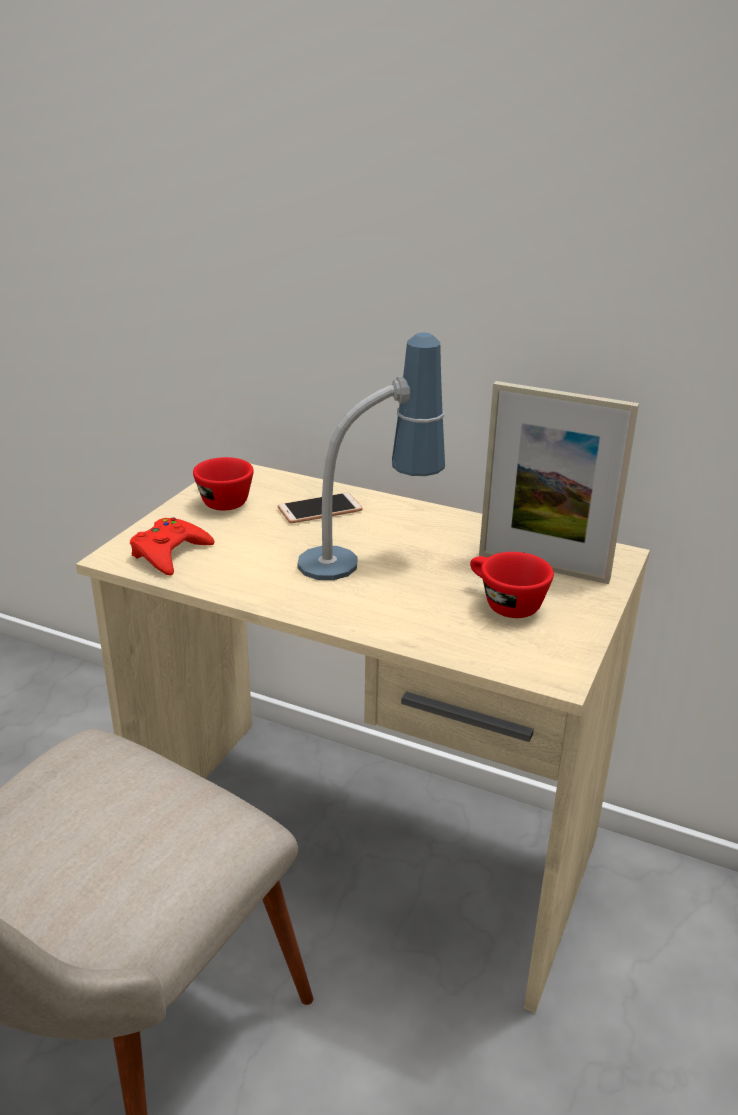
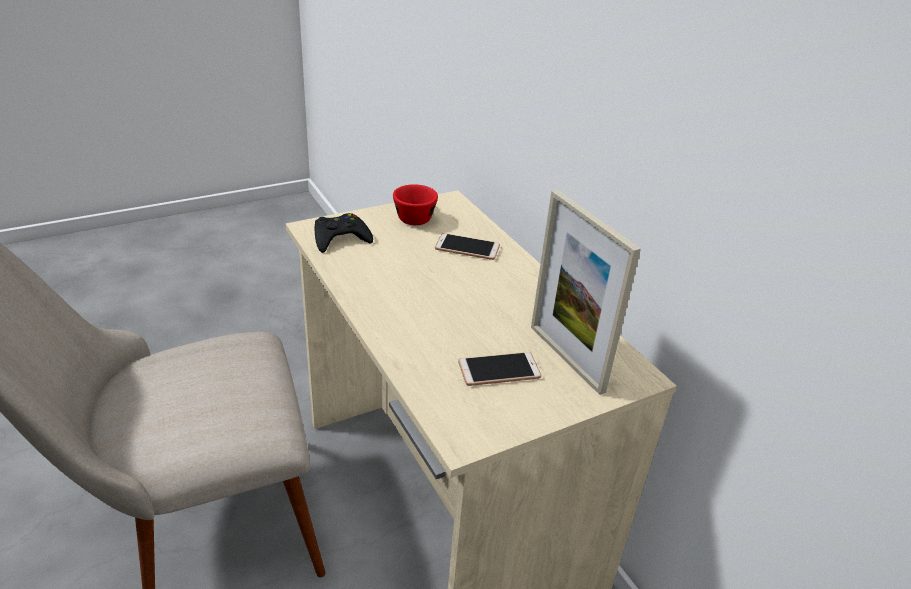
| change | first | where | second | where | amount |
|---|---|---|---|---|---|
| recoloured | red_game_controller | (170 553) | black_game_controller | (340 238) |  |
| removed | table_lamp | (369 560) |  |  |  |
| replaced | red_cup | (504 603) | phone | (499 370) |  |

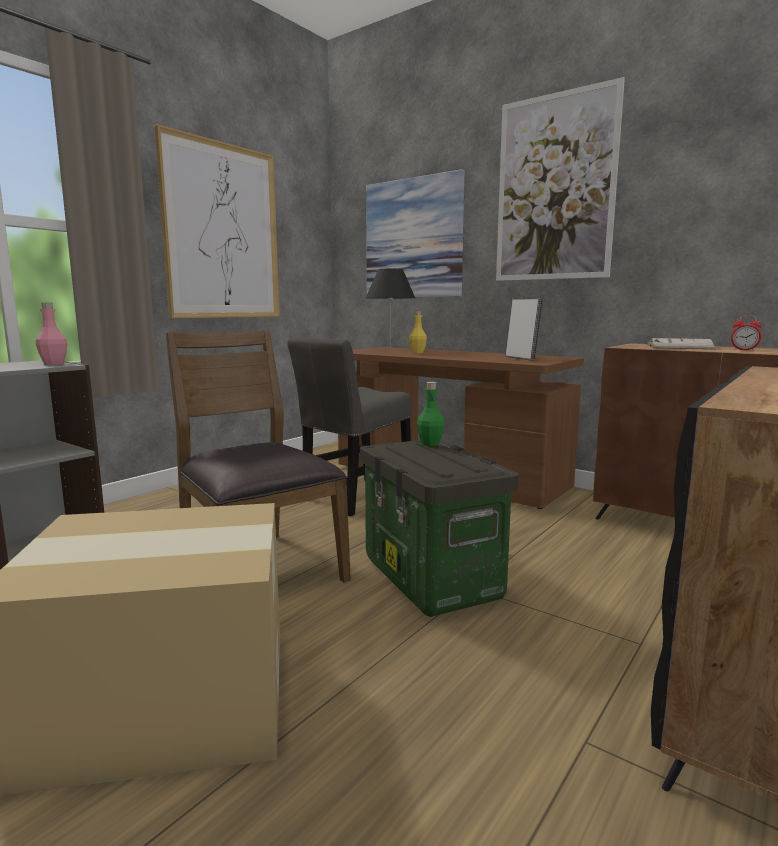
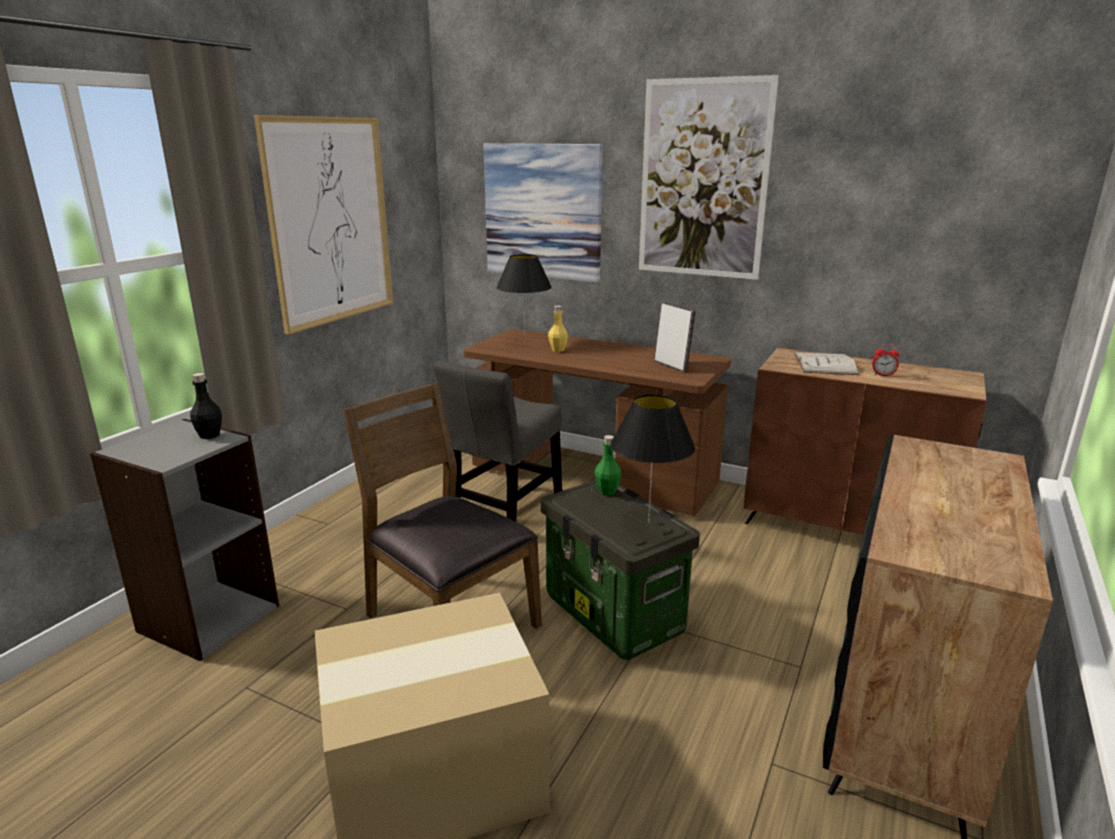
| change | first | where | second | where | amount |
|---|---|---|---|---|---|
| recoloured | pink_bottle | (54 363) | black_bottle | (209 435) |  |
| added |  |  | black_table_lamp | (649 522) |  |

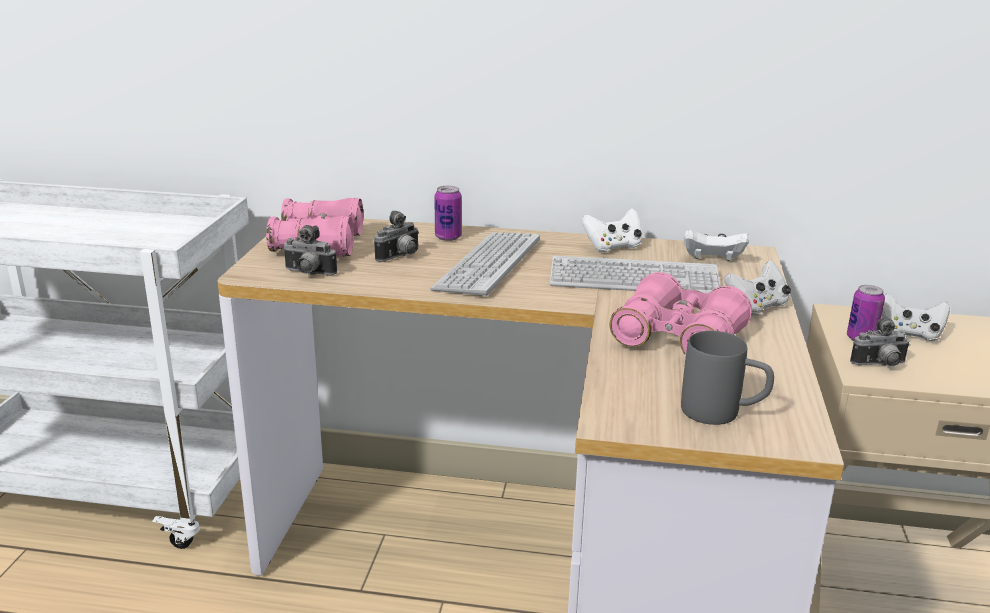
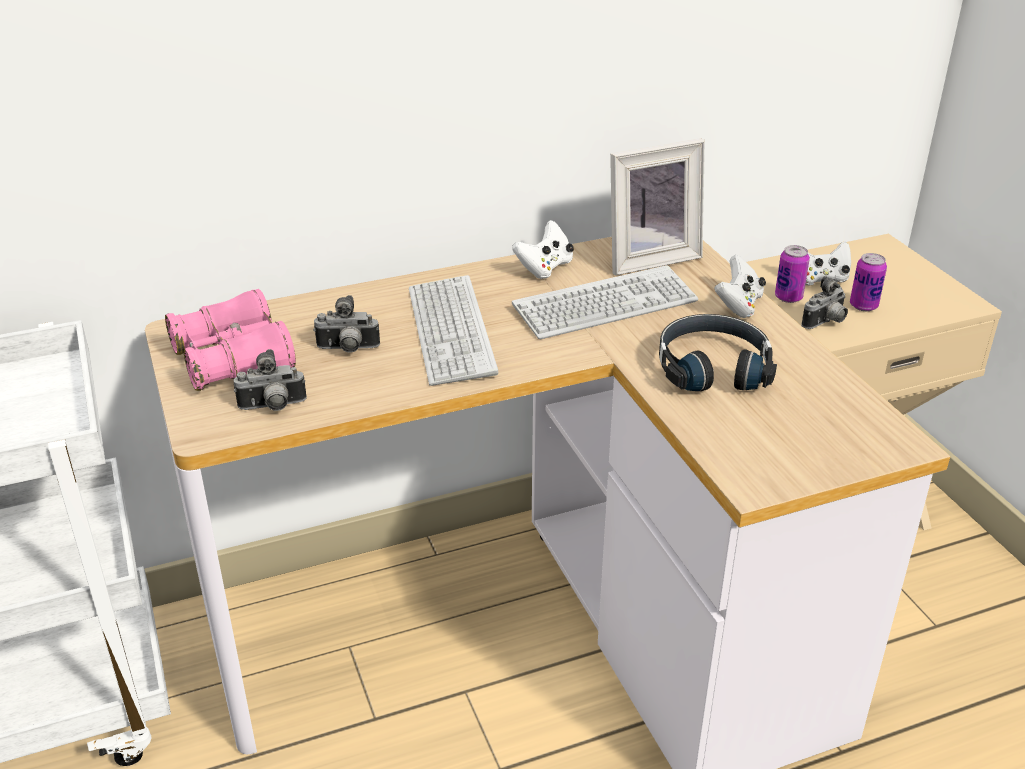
| change | first | where | second | where | amount |
|---|---|---|---|---|---|
| turned | photo_camera | (400 257) |  | (347 350) | 75 degrees clockwise |
| moved | can | (448 237) |  | (863 306) |  |
| replaced | pink_binoculars | (678 339) | black_headphones | (712 367) |  |
| removed | grey_mug | (723 414) |  |  |  |
| replaced | white_game_controller | (712 260) | picture_frame | (649 258) |  |

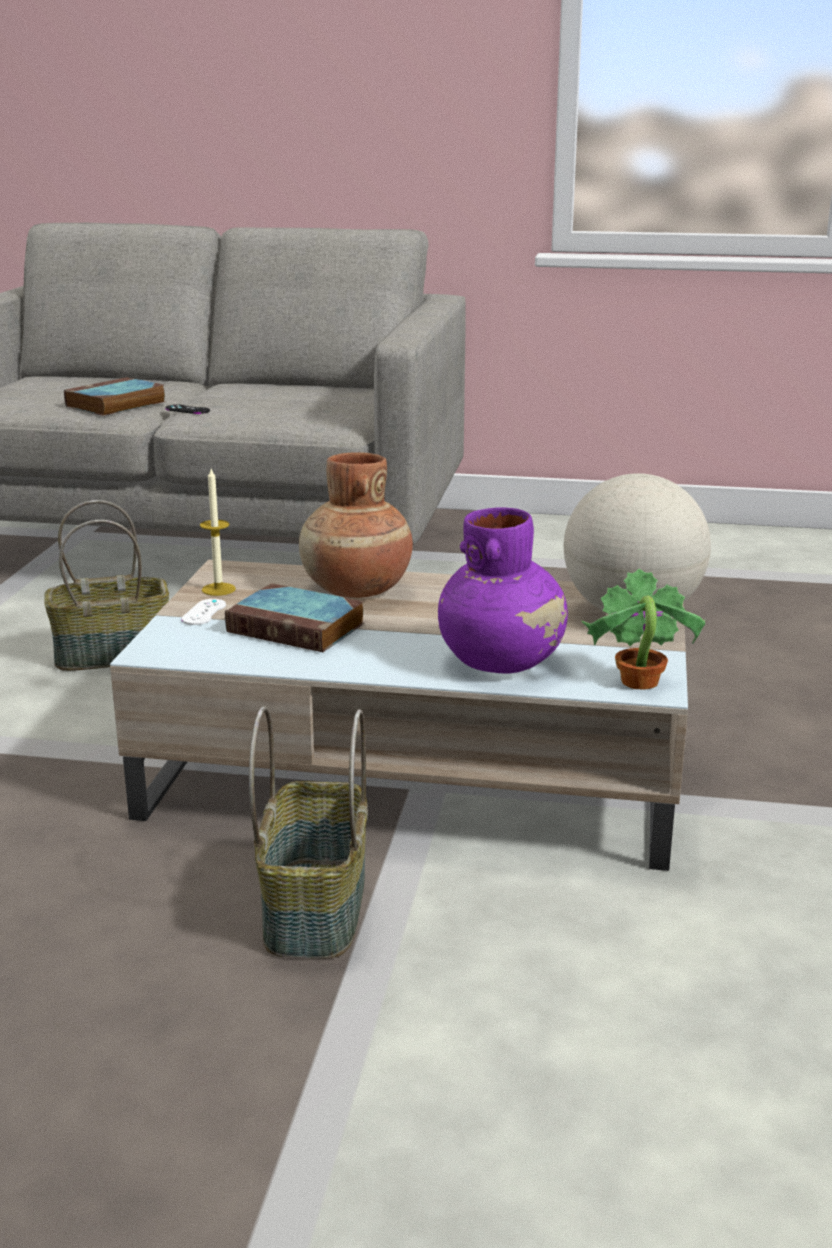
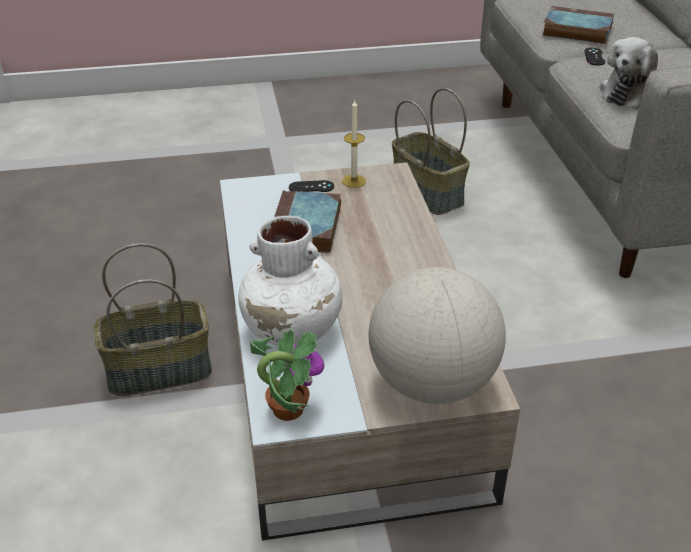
| change | first | where | second | where | amount |
|---|---|---|---|---|---|
| recoloured | white_game_controller | (204 612) | black_game_controller | (311 187) |  |
| removed | brown_vase | (356 590) |  |  |  |
| recoloured | purple_vase | (502 662) | white_vase | (292 330) |  |
| added |  |  | plush_toy | (630 92) |  |

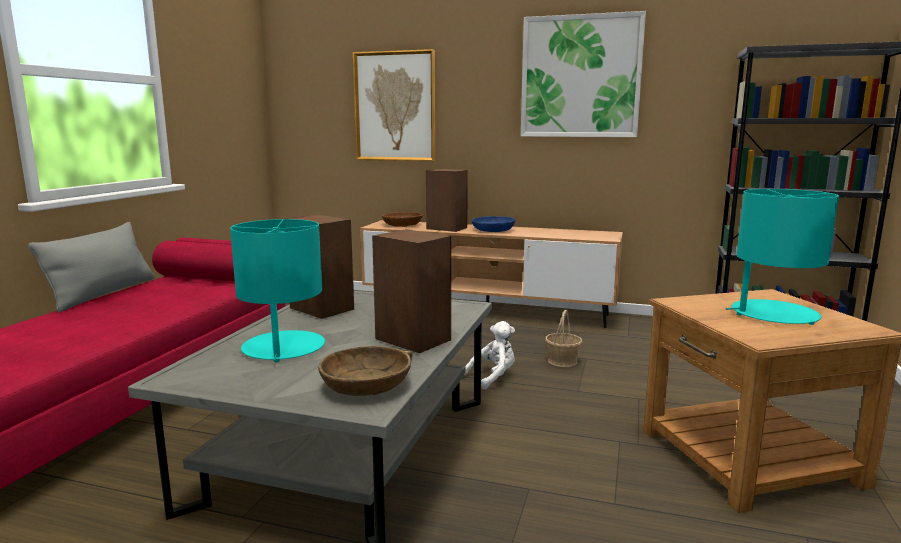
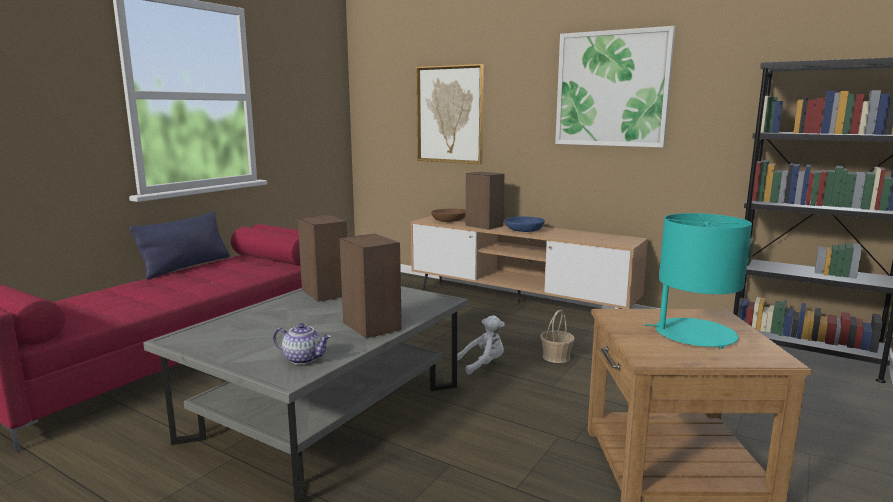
| change | first | where | second | where | amount |
|---|---|---|---|---|---|
| recoloured | grey_pillow | (103 294) | blue_pillow | (186 267) |  |
| removed | turquoise_table_lamp | (283 348) |  |  |  |
| replaced | brown_bowl | (366 383) | teapot | (304 359) |  |

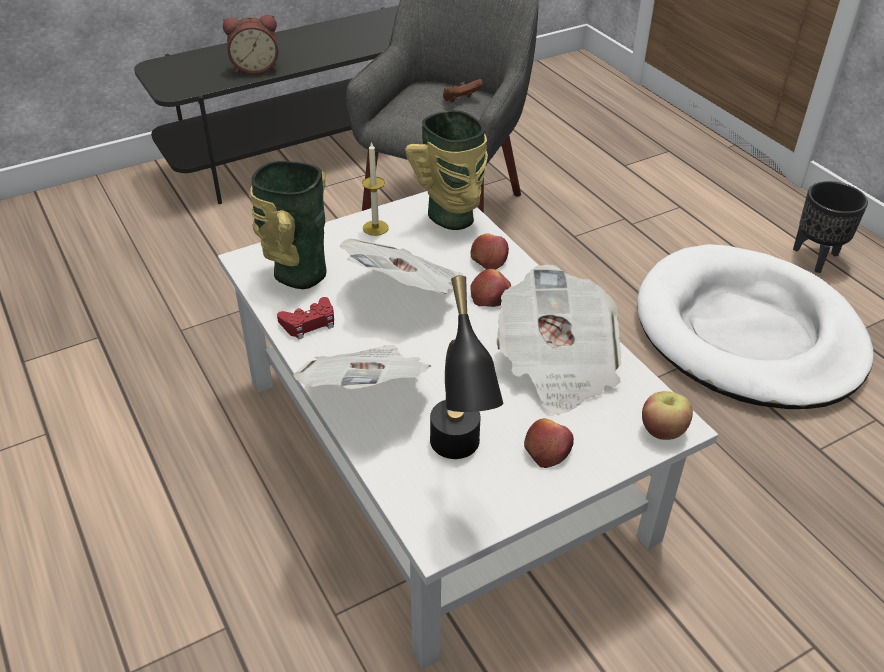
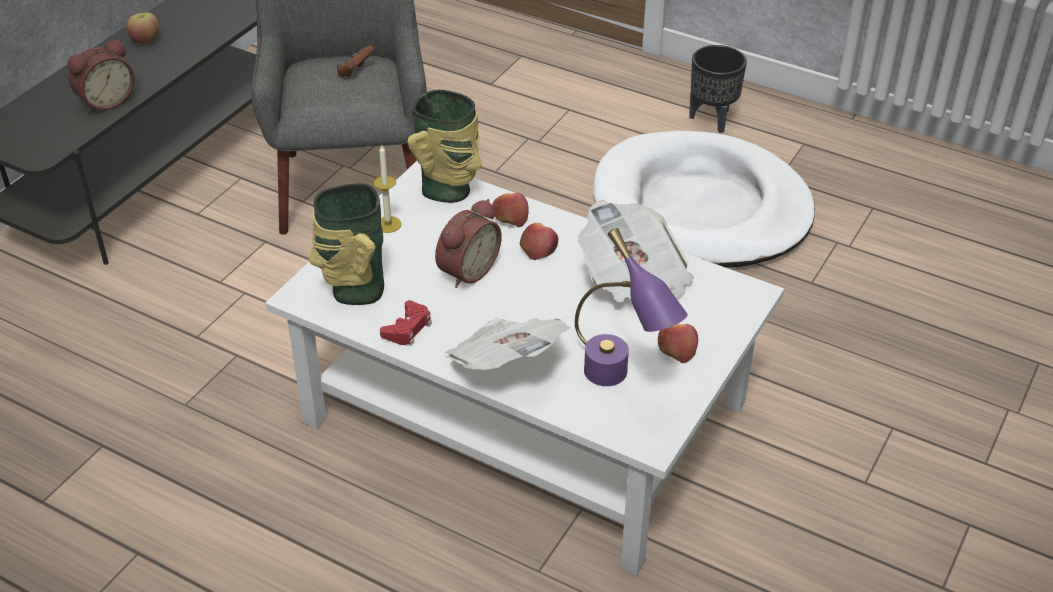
| change | first | where | second | where | amount |
|---|---|---|---|---|---|
| replaced | newspaper | (406 291) | alarm_clock | (466 270) |  |
| recoloured | black_table_lamp | (458 459) | purple_table_lamp | (620 383) |  |
| moved | apple | (663 430) |  | (145 40) |  |

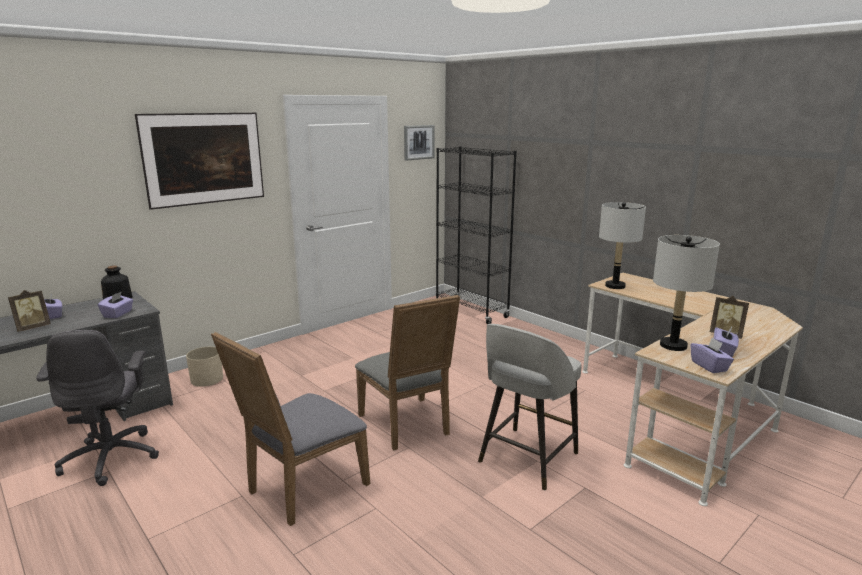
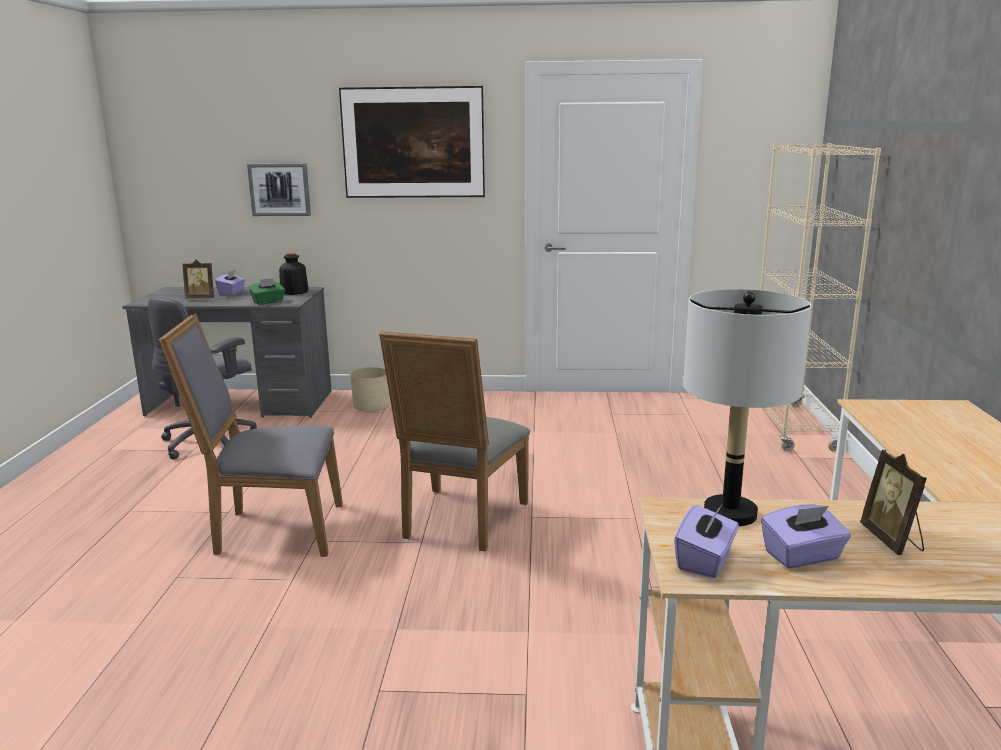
| change | first | where | second | where | amount |
|---|---|---|---|---|---|
| recoloured | purple_tissue_box | (118 314) | green_tissue_box | (268 302) |  |
| moved | picture | (418 142) |  | (279 189) |  |
| recoloured | black_bookcase | (471 311) | beige_bookcase | (792 427) |  |
| removed | grey_stool | (526 459) |  |  |  |
| removed | grey_table_lamp | (615 286) |  |  |  |

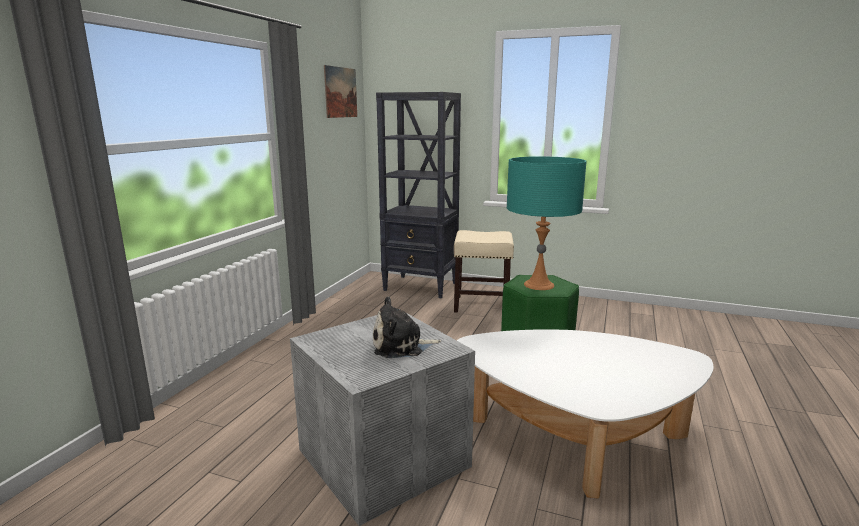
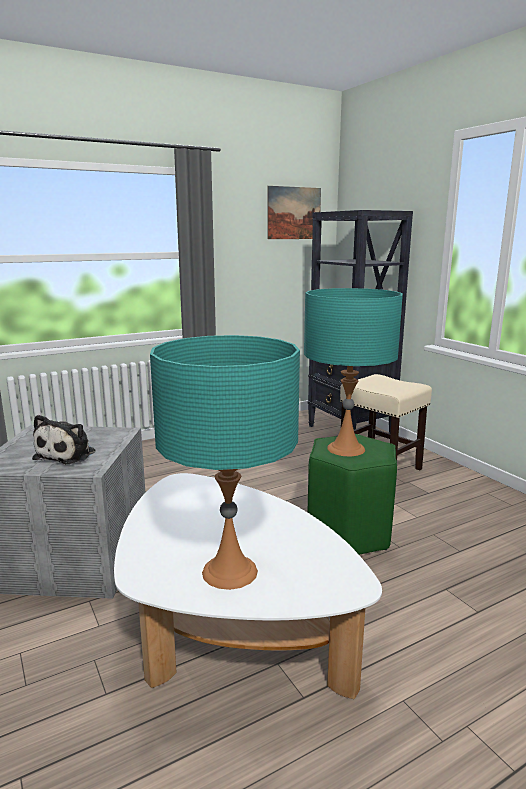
| change | first | where | second | where | amount |
|---|---|---|---|---|---|
| turned | plush_toy | (401 346) |  | (68 454) | 105 degrees counterclockwise |
| added |  |  | turquoise_table_lamp | (230 571) |  |

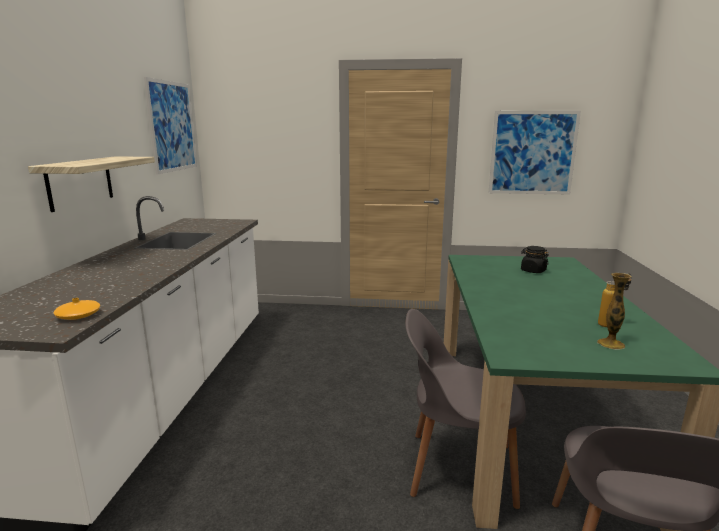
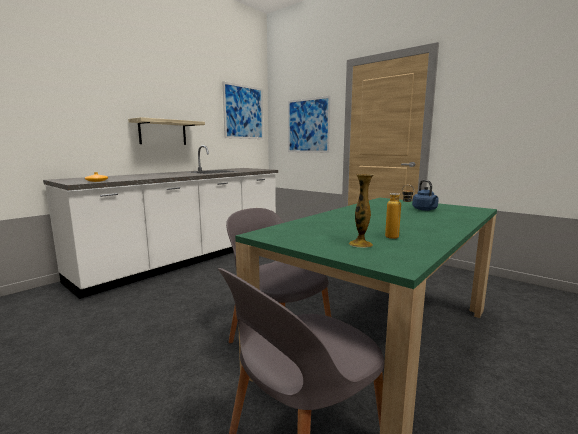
| change | first | where | second | where | amount |
|---|---|---|---|---|---|
| moved | picture | (532 153) |  | (308 125) |  |
| replaced | black_jar | (533 271) | blue_kettle | (425 209) |  |

